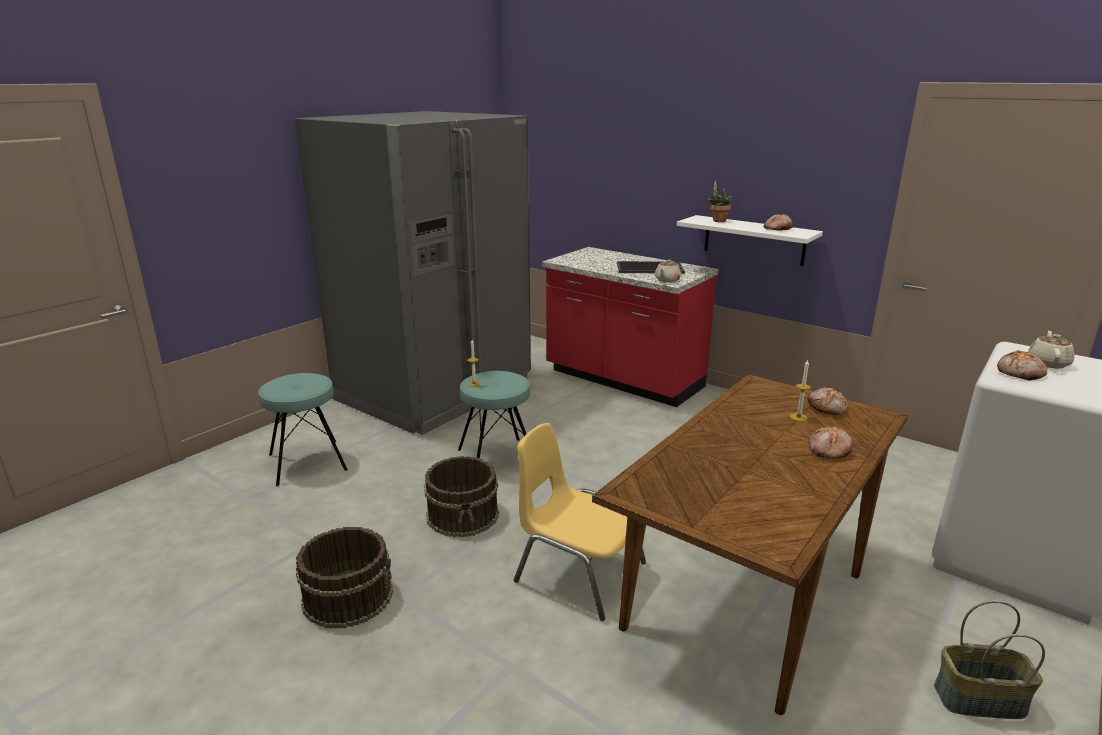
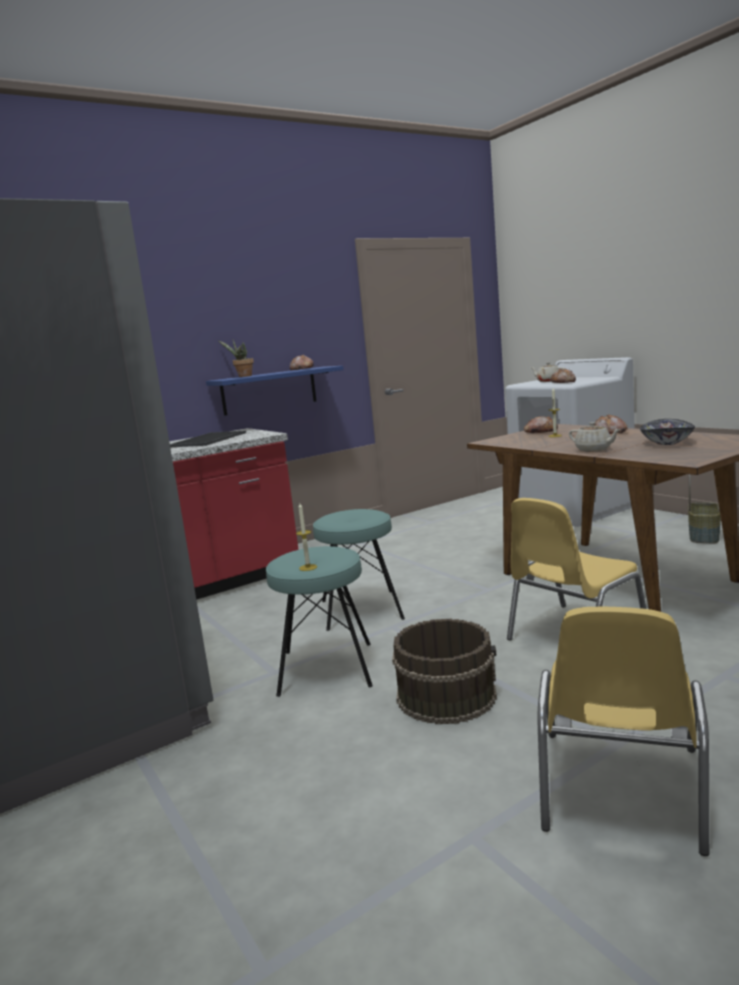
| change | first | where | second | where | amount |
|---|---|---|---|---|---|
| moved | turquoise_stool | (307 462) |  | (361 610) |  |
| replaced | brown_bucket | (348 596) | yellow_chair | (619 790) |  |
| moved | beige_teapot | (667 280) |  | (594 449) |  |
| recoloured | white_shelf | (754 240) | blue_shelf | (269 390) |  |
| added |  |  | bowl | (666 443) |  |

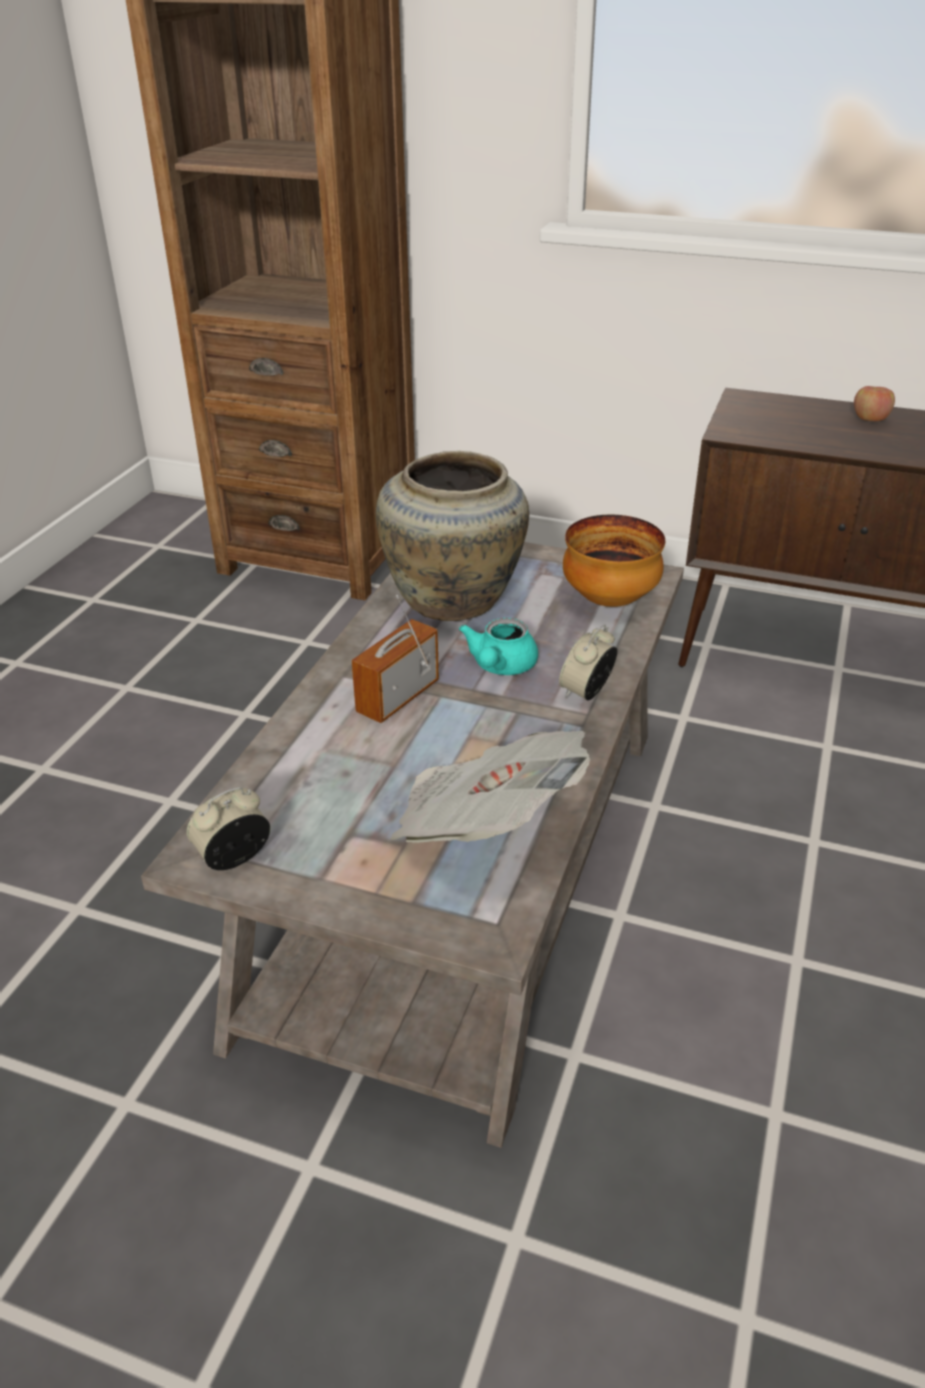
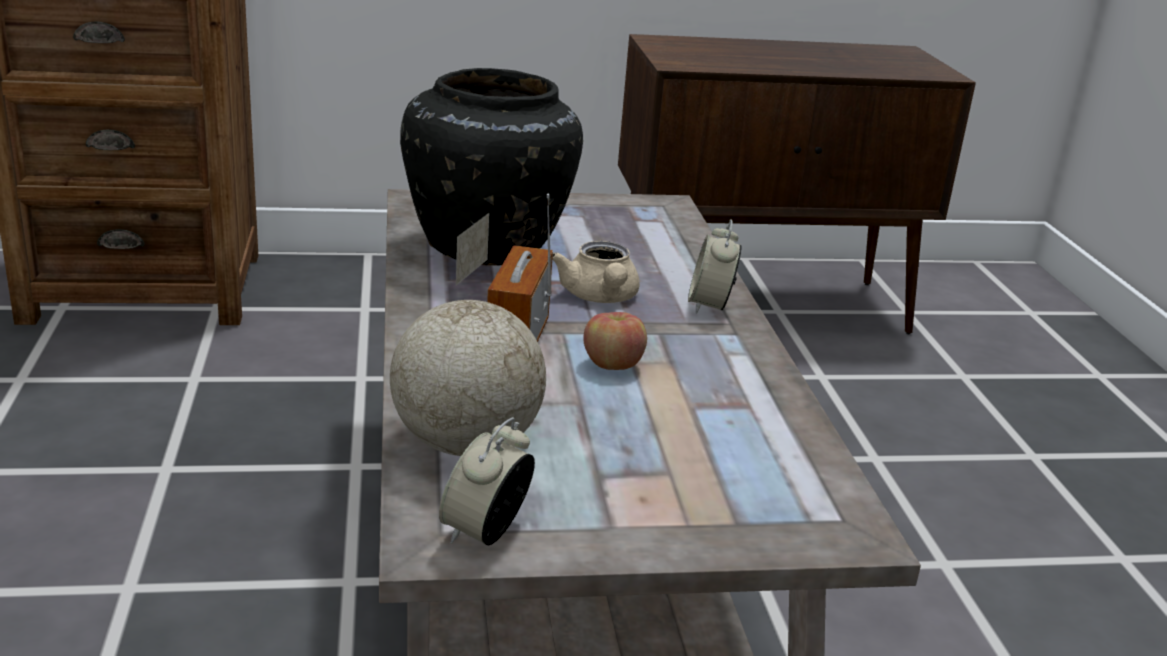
| change | first | where | second | where | amount |
|---|---|---|---|---|---|
| recoloured | beige_vase | (455 601) | black_vase | (489 248) |  |
| removed | newspaper | (485 825) |  |  |  |
| recoloured | turquoise_teapot | (500 667) | beige_teapot | (600 298) |  |
| removed | bowl | (610 601) |  |  |  |
| moved | apple | (870 419) |  | (612 365) |  |
| added |  |  | globe | (464 445) |  |

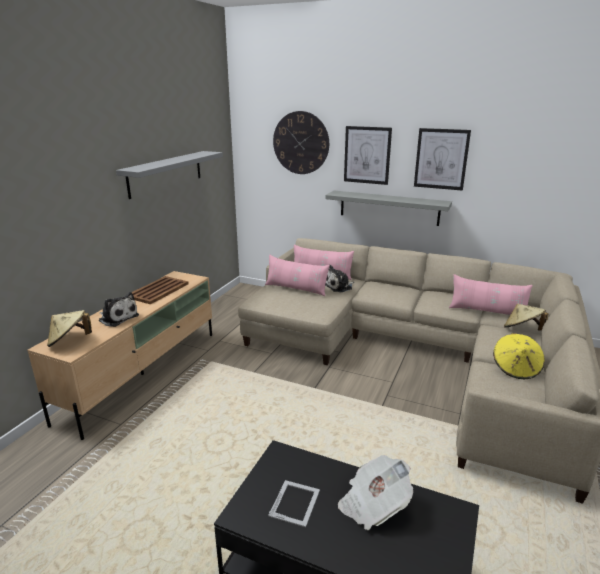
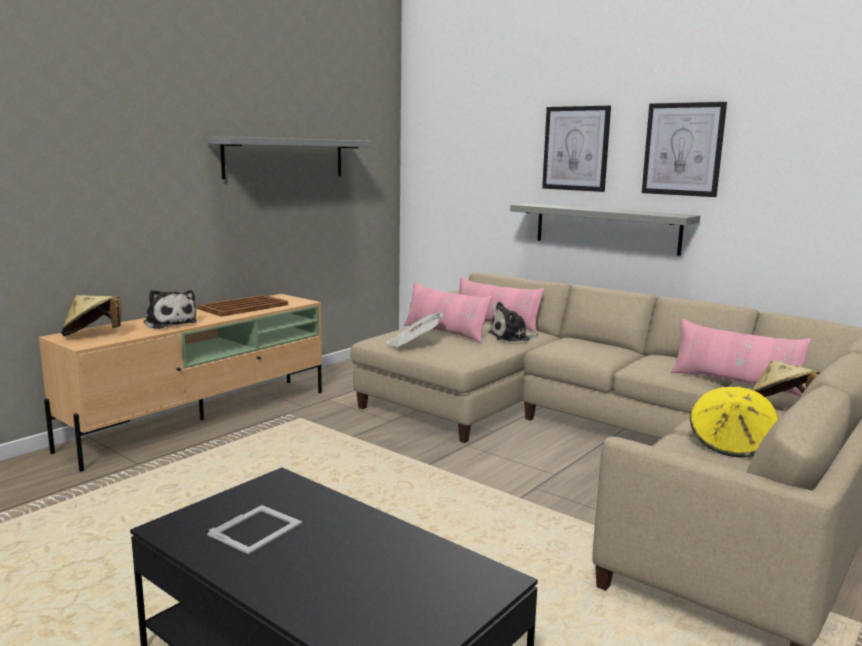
| change | first | where | second | where | amount |
|---|---|---|---|---|---|
| removed | wall_clock | (301 143) |  |  |  |
| moved | newspaper | (373 504) |  | (413 345) |  |

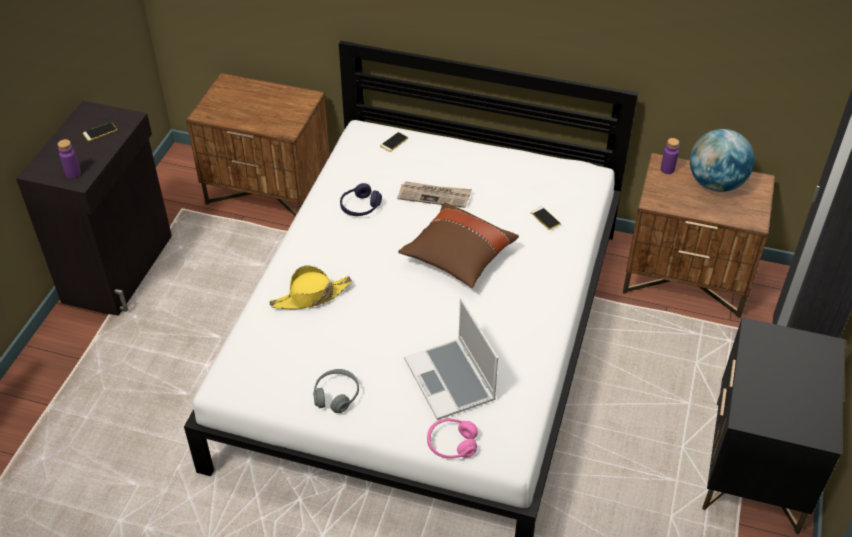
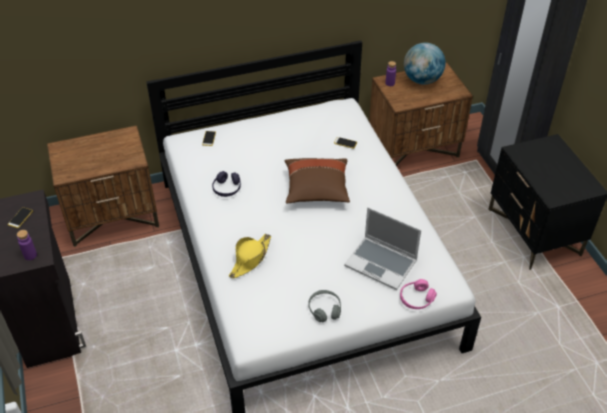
| change | first | where | second | where | amount |
|---|---|---|---|---|---|
| removed | newspaper | (434 196) |  |  |  |

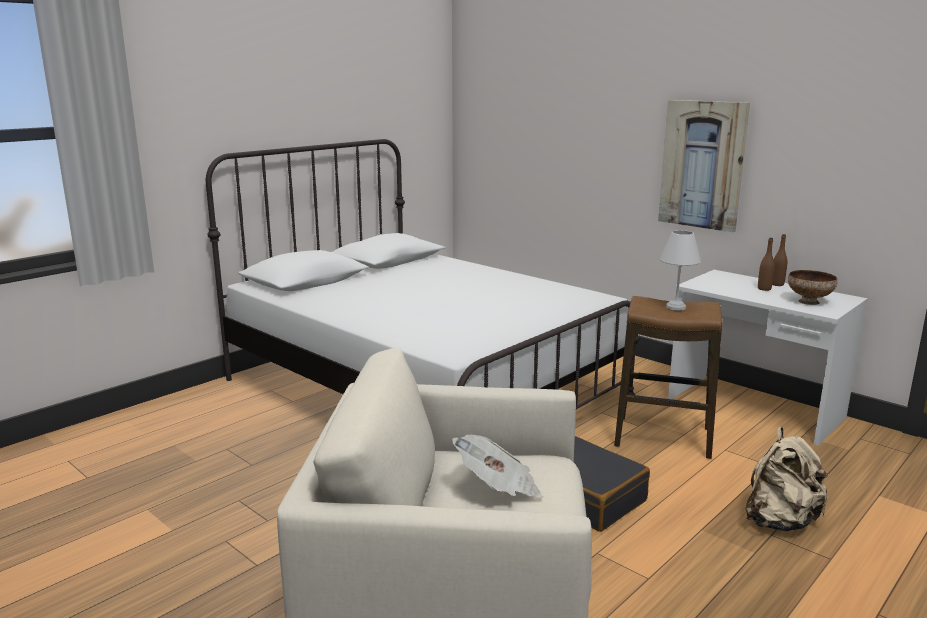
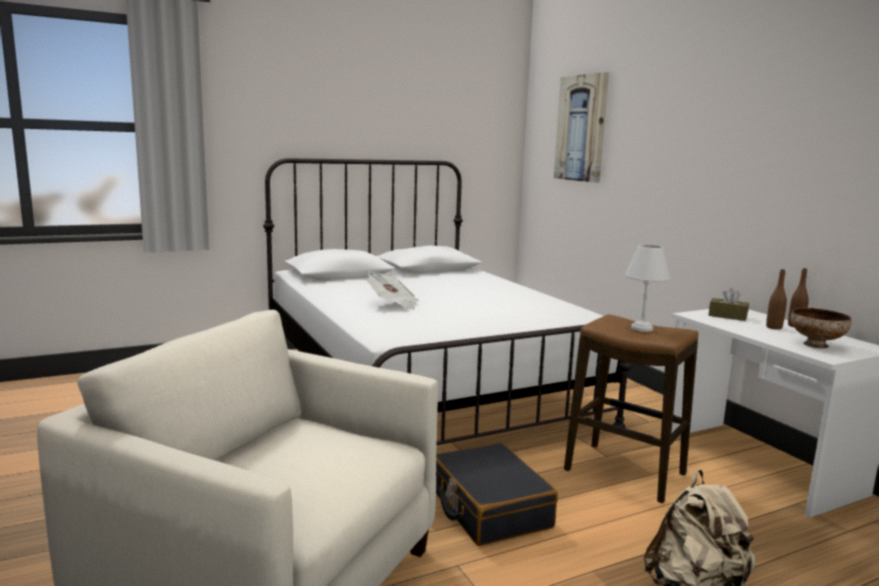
| change | first | where | second | where | amount |
|---|---|---|---|---|---|
| moved | newspaper | (498 488) |  | (393 305) |  |
| moved | picture | (702 165) |  | (581 128) |  |
| added |  |  | brown_tissue_box | (727 316) |  |

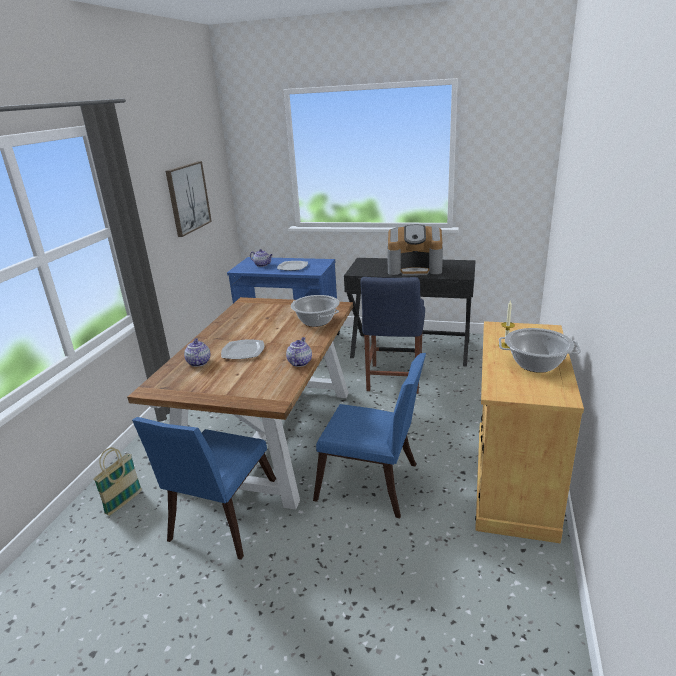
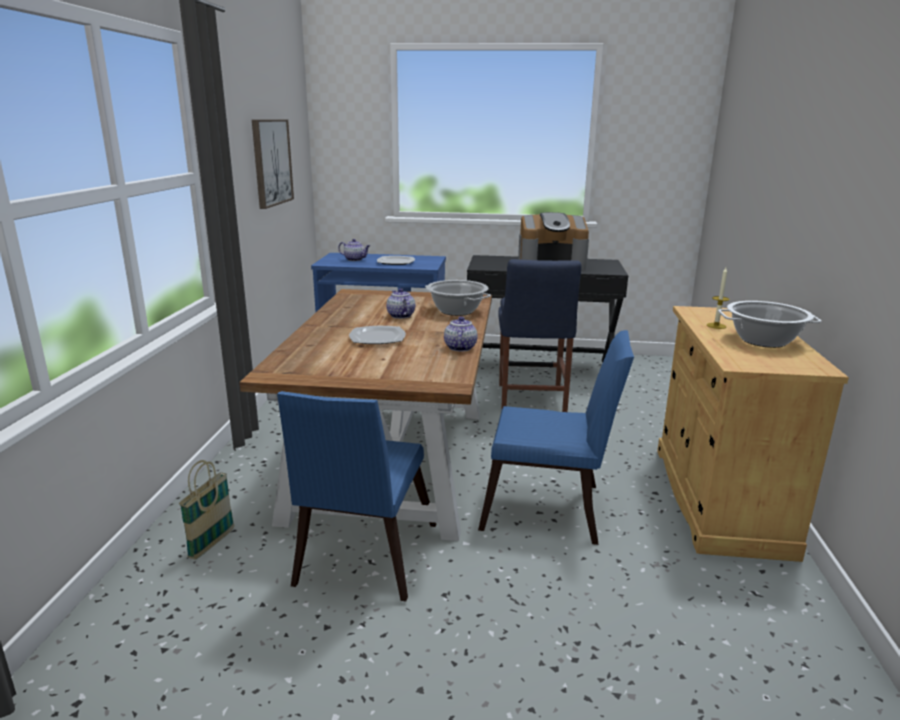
| change | first | where | second | where | amount |
|---|---|---|---|---|---|
| moved | teapot | (198 362) |  | (400 316) |  |

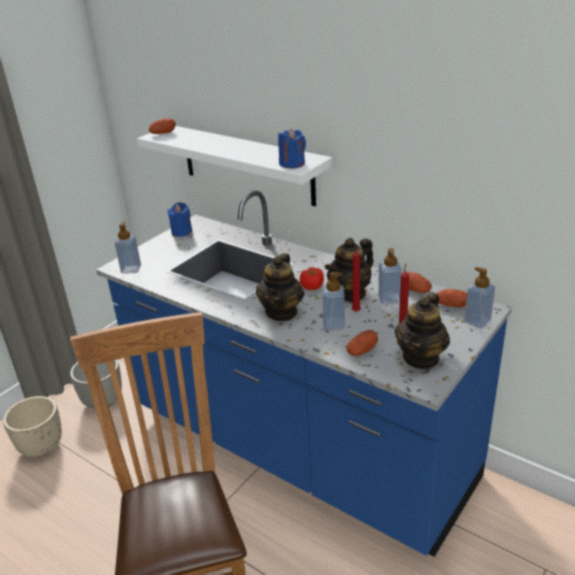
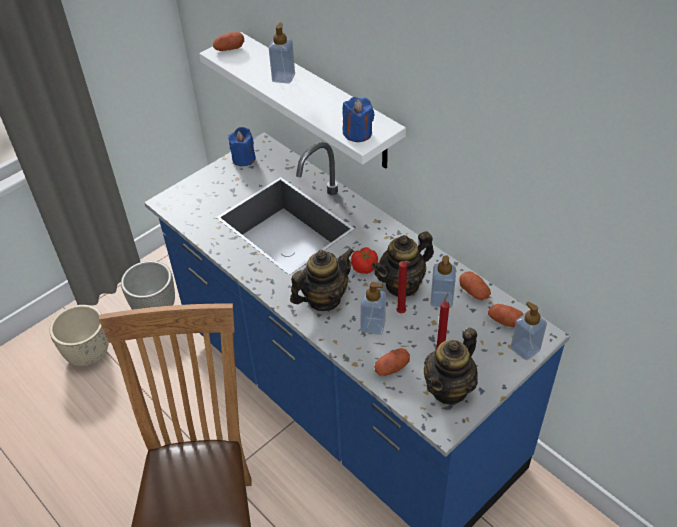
| change | first | where | second | where | amount |
|---|---|---|---|---|---|
| moved | soap_dispenser | (131 269) |  | (283 77) |  |
| turned | teapot | (281 312) |  | (323 299) | 150 degrees counterclockwise |

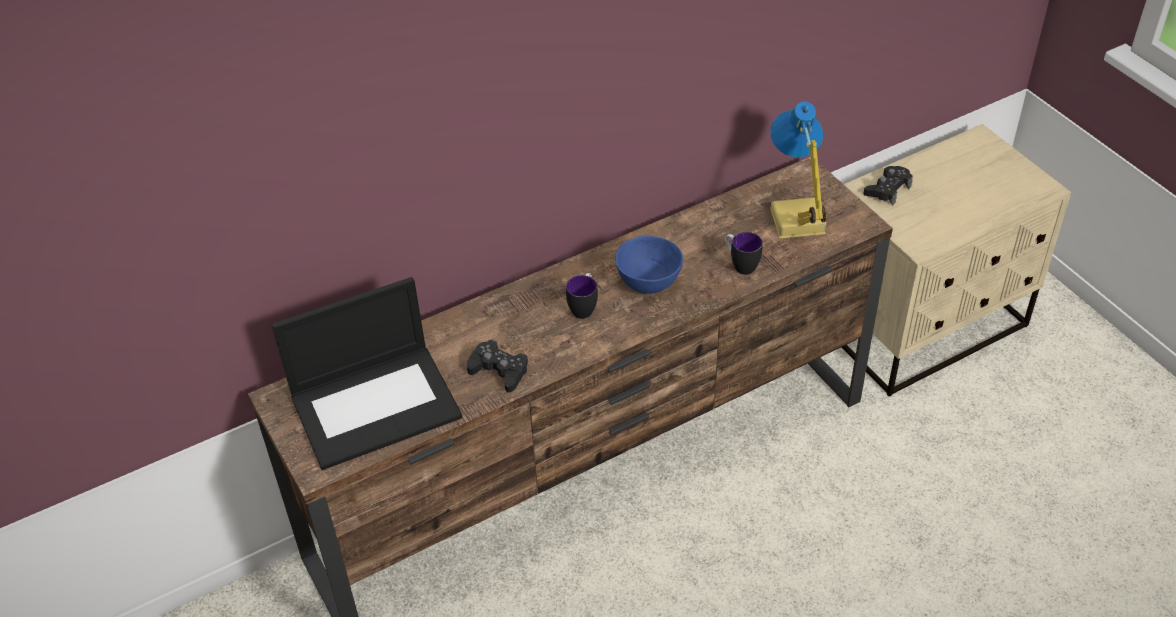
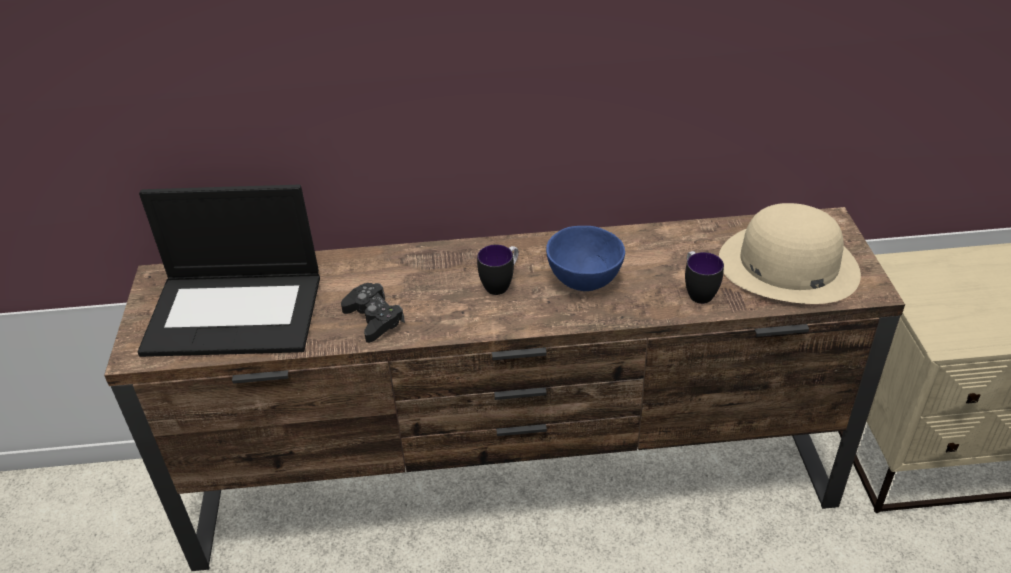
| change | first | where | second | where | amount |
|---|---|---|---|---|---|
| replaced | table_lamp | (795 221) | beige_hat | (787 265) |  |
| removed | black_game_controller | (887 189) |  |  |  |

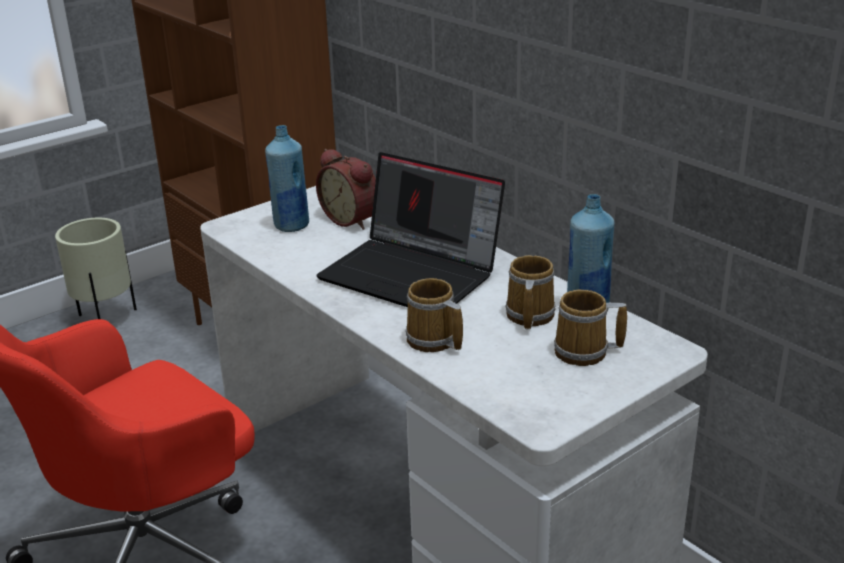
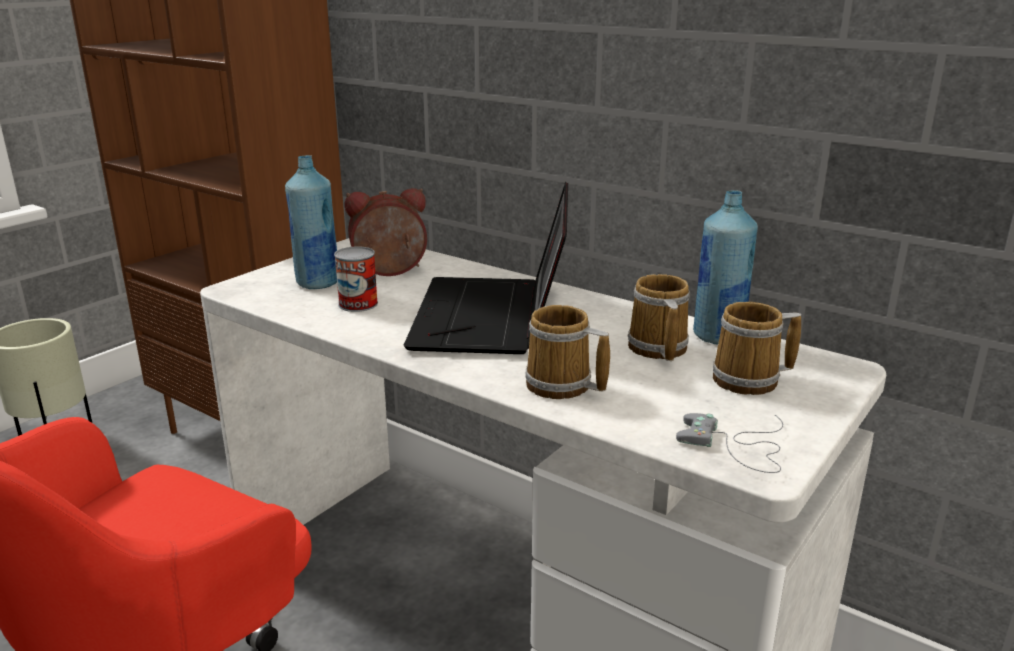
| change | first | where | second | where | amount |
|---|---|---|---|---|---|
| turned | alarm_clock | (352 219) |  | (390 272) | 135 degrees clockwise |
| turned | laptop | (414 274) |  | (493 318) | 75 degrees clockwise |
| added |  |  | can | (358 304) |  |
| added |  |  | grey_game_controller | (737 446) |  |

